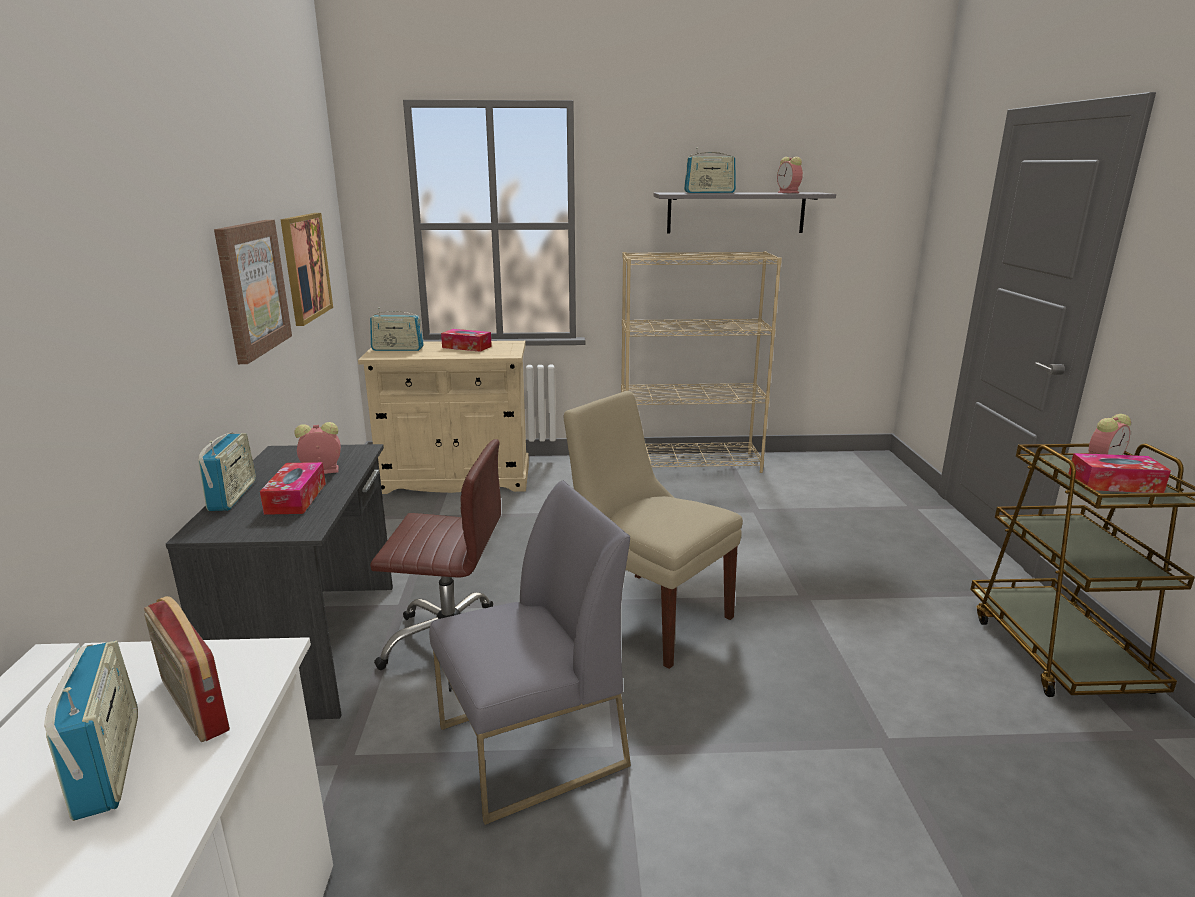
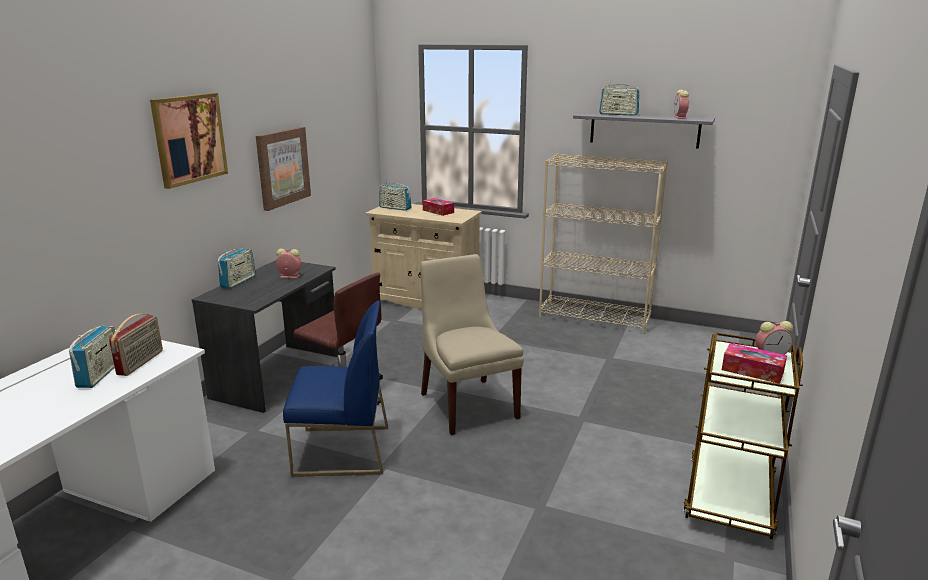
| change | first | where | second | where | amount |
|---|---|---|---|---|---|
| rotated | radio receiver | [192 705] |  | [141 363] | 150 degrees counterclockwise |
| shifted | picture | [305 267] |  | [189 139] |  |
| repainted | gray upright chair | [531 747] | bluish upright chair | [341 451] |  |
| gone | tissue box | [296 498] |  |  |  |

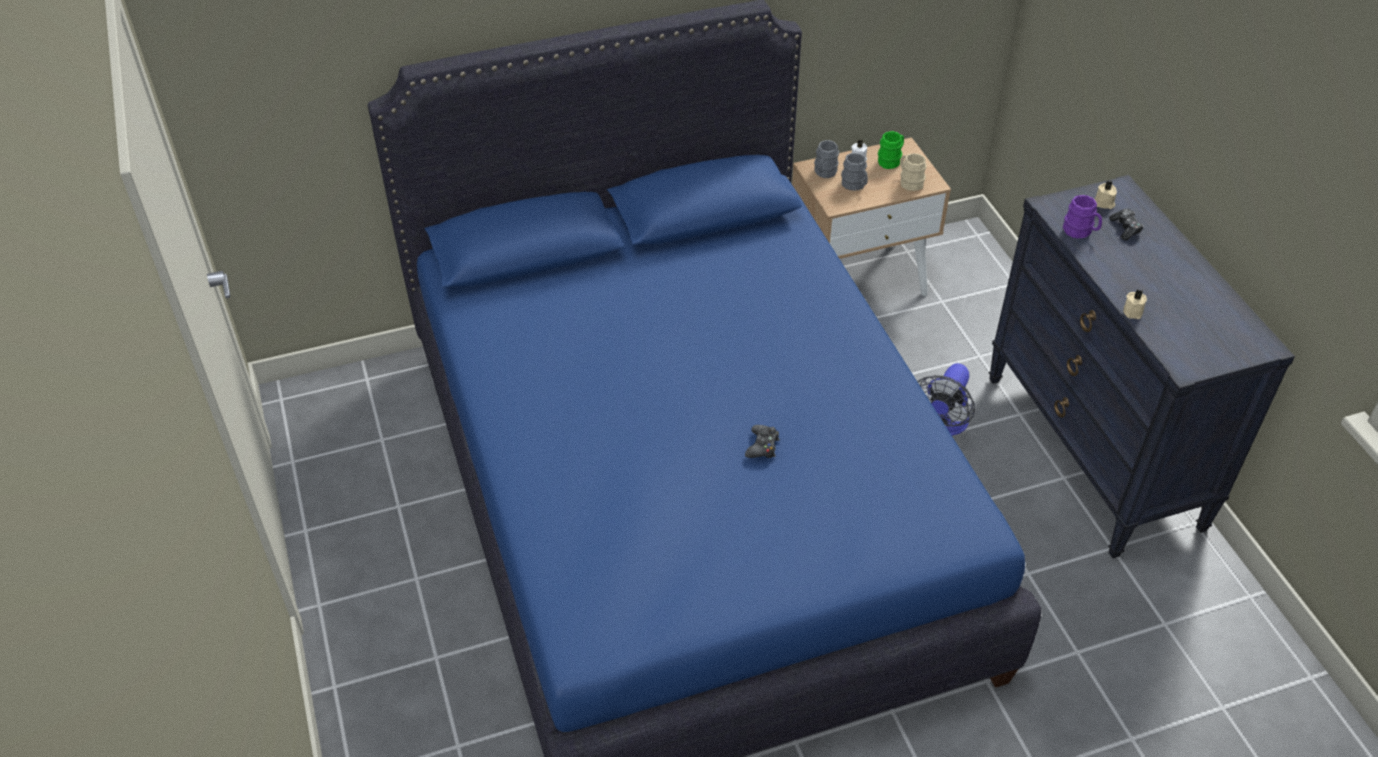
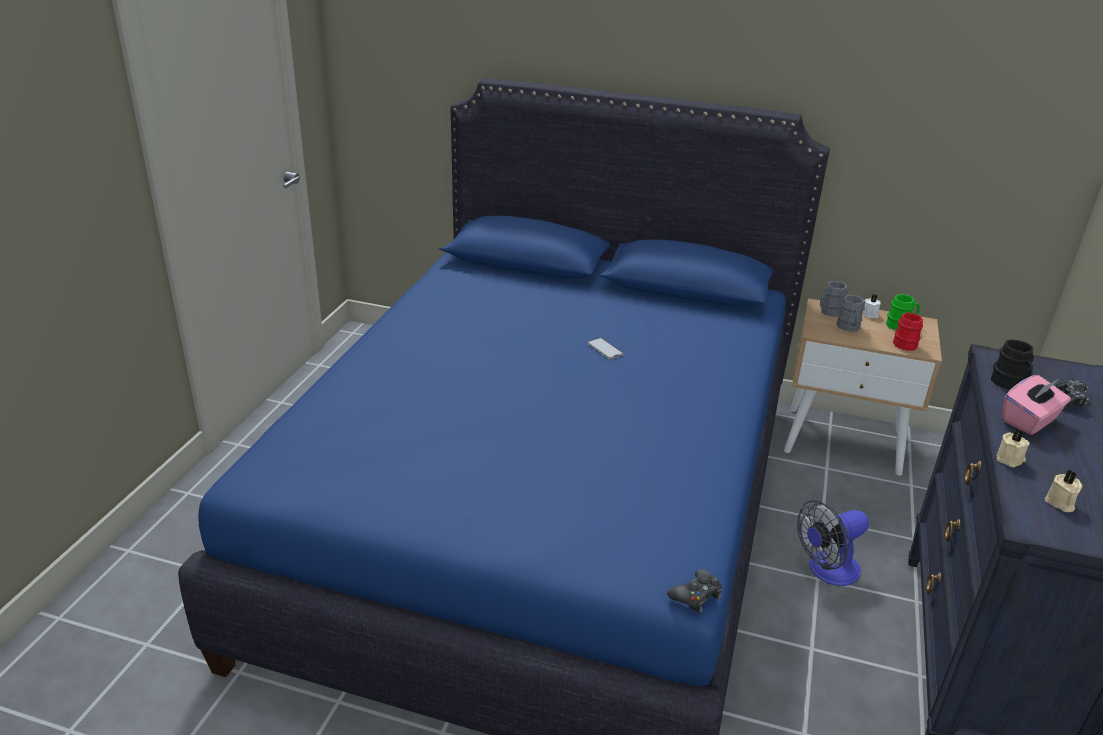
| change | first | where | second | where | amount |
|---|---|---|---|---|---|
| new |  |  | phone | [605 348] |  |
| shifted | blackish game controller | [762 446] |  | [696 596] |  |
| repainted | sand-coloured tea mug | [909 182] | red-coloured tea mug | [904 343] |  |
| repainted | purple tea mug | [1080 232] | blackish tea mug | [1009 384] |  |
| new |  |  | pink tissue box | [1029 421] |  |
| shifted | sand-coloured wax candle | [1104 203] |  | [1060 503] |  |

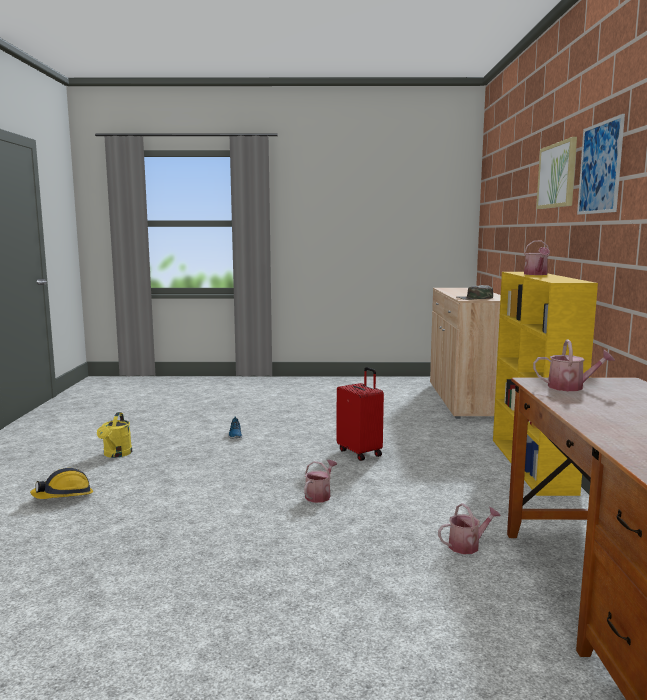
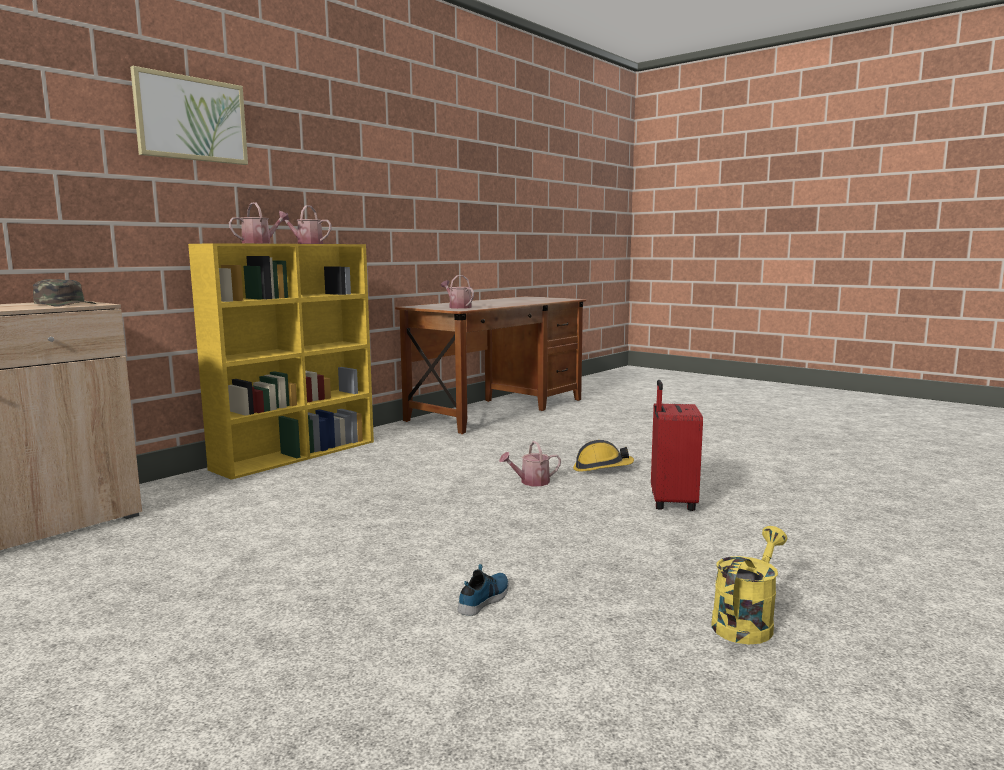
| change | first | where | second | where | amount |
|---|---|---|---|---|---|
| shifted | watering can | [467 545] |  | [306 243] |  |
| shifted | safety helmet | [64 496] |  | [601 468] |  |
| shifted | red-coloured suitcase | [360 452] |  | [671 502] |  |
| gone | picture | [600 168] |  |  |  |

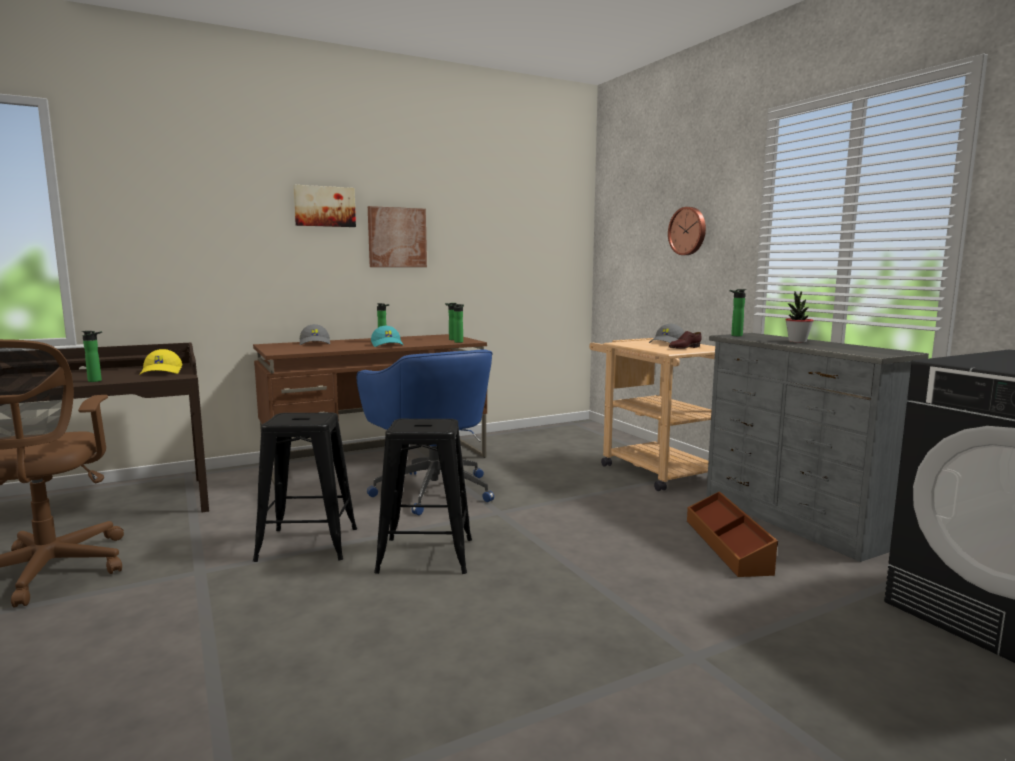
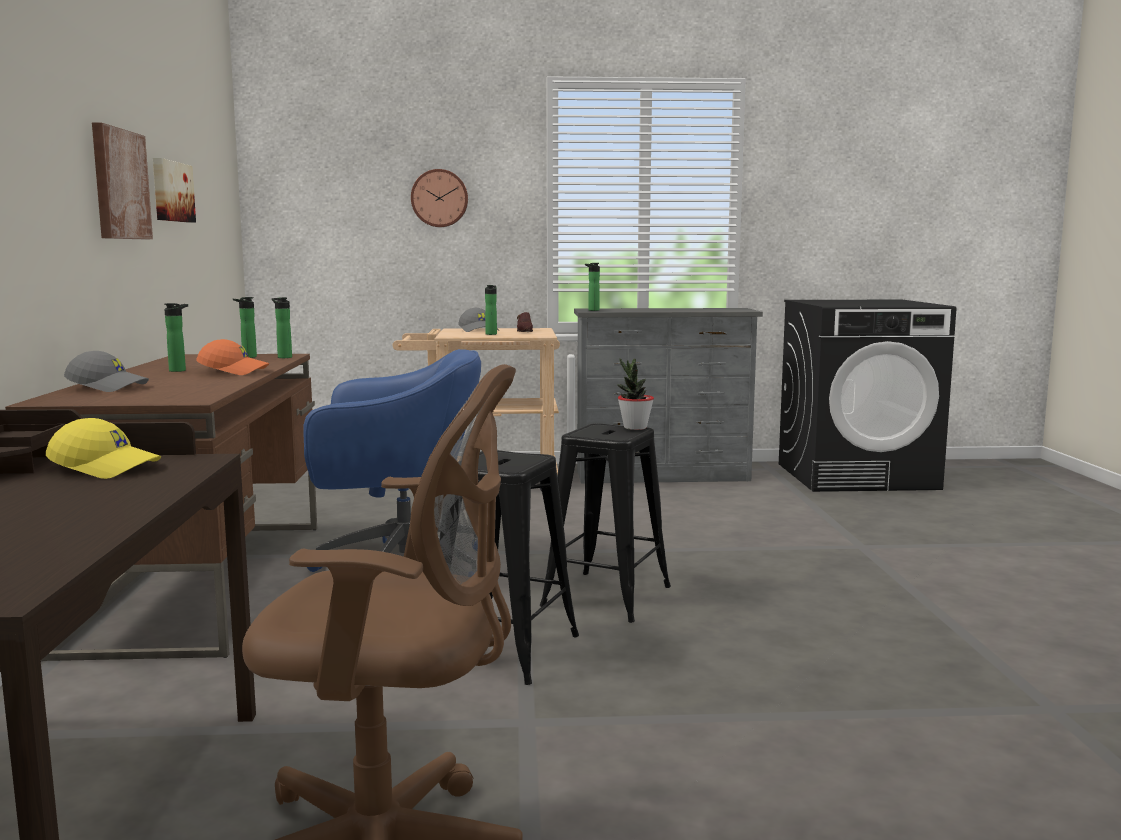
| change | first | where | second | where | amount |
|---|---|---|---|---|---|
| shifted | picture | [324 206] |  | [171 191] |  |
| repainted | turquoise-coloured baseball cap | [387 344] | orange-coloured baseball cap | [234 371] |  |
| shifted | bottle | [97 381] |  | [491 334] |  |
| shifted | houseplant | [797 341] |  | [635 428] |  |
| gone | brownish storage container | [728 545] |  |  |  |

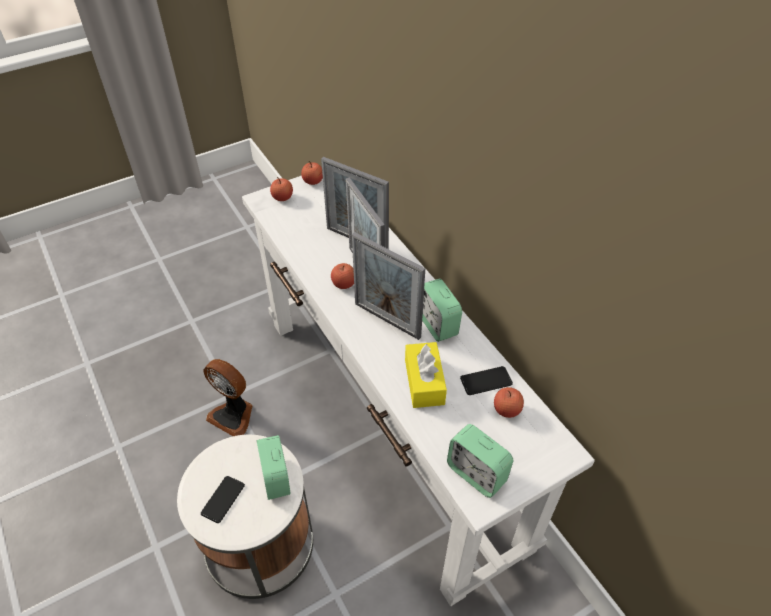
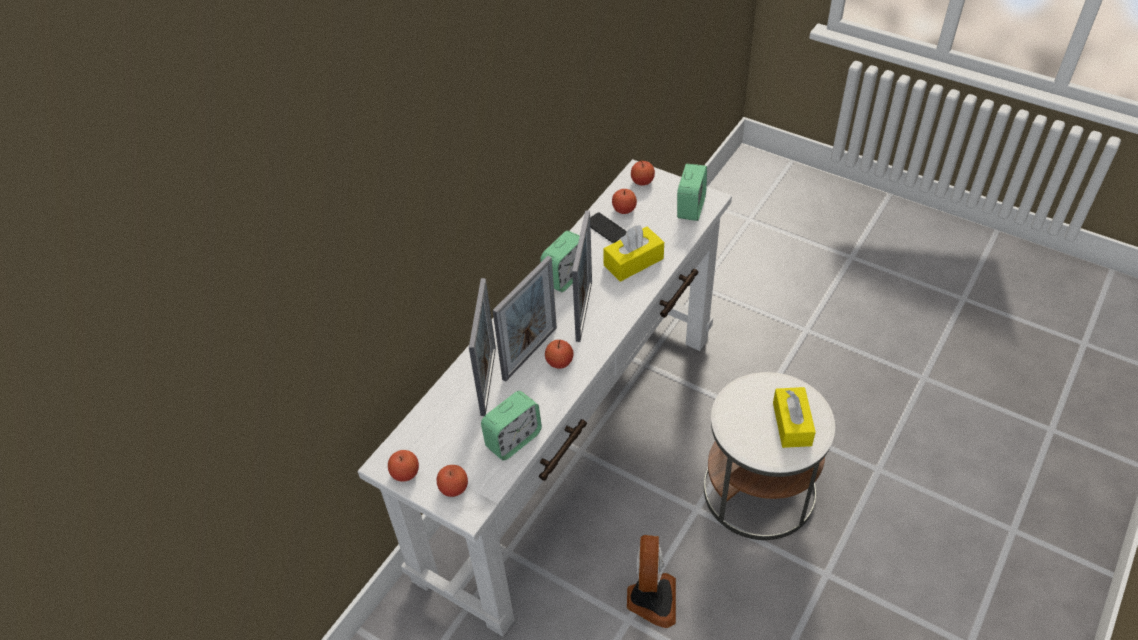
| change | first | where | second | where | amount |
|---|---|---|---|---|---|
| shifted | bedside clock | [276 478] |  | [513 440] |  |
| new |  |  | apple fruit | [642 181] |  |
| swapped | phone | [223 499] | yellow tissue box | [792 424] |  |

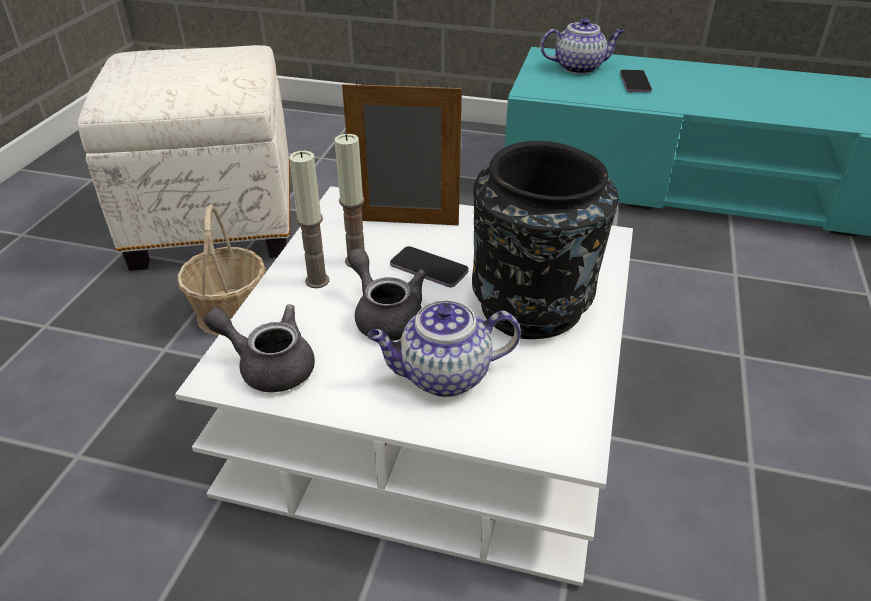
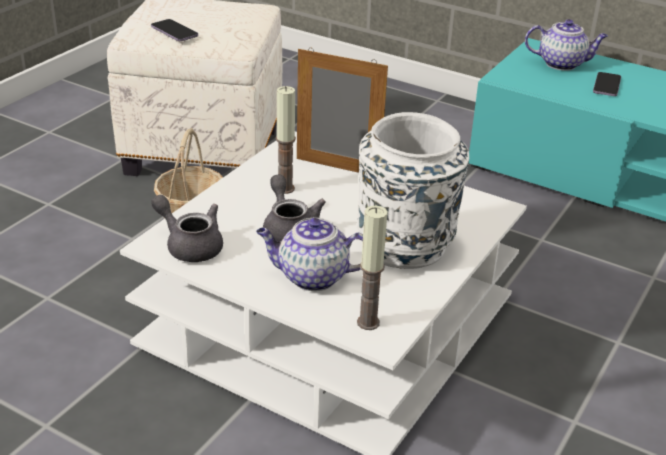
| change | first | where | second | where | amount |
|---|---|---|---|---|---|
| shifted | phone | [429 269] |  | [174 32] |  |
| repainted | blackish decorative vase | [532 309] | whitish decorative vase | [405 247] |  |
| shifted | wax candle | [317 281] |  | [368 322] |  |

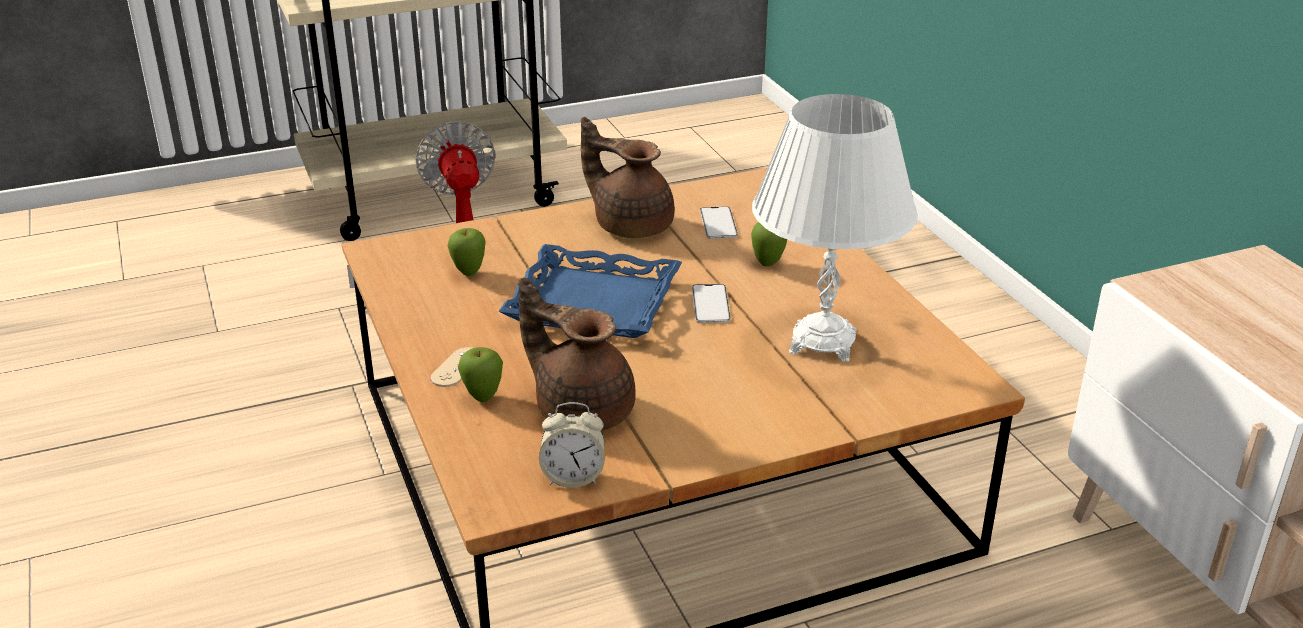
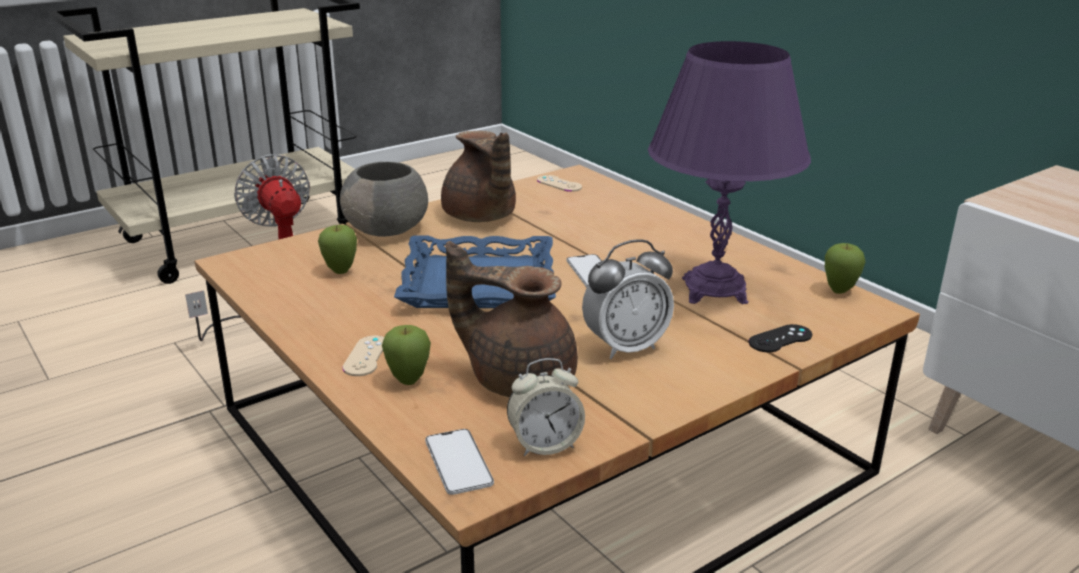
| change | first | where | second | where | amount |
|---|---|---|---|---|---|
| new |  |  | gray serving bowl | [388 229] |  |
| shifted | phone | [718 223] |  | [458 462] |  |
| rotated | brownish tea pot | [631 225] |  | [480 217] | 135 degrees counterclockwise |
| new |  |  | sand-coloured game controller | [559 184] |  |
| new |  |  | bedside clock | [625 347] |  |
| repainted | whitish lamp for a table | [823 342] | purple lamp for a table | [714 290] |  |
| new |  |  | blackish game controller | [780 339] |  |
| shifted | apple fruit | [767 264] |  | [839 291] |  |

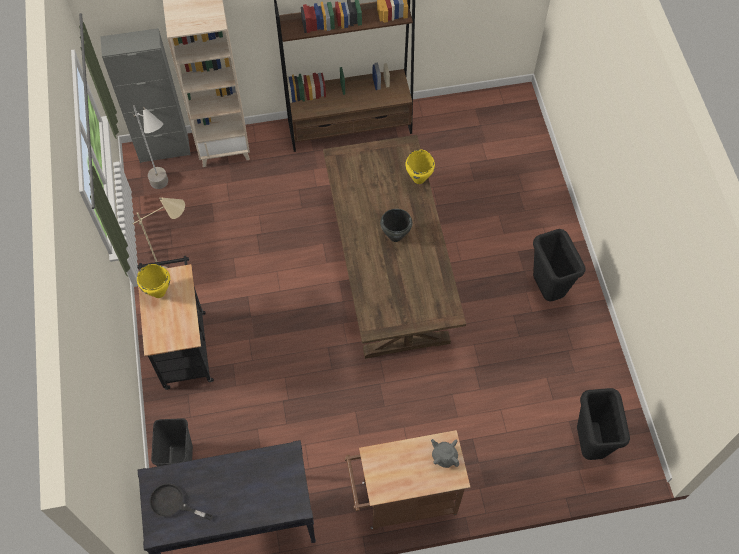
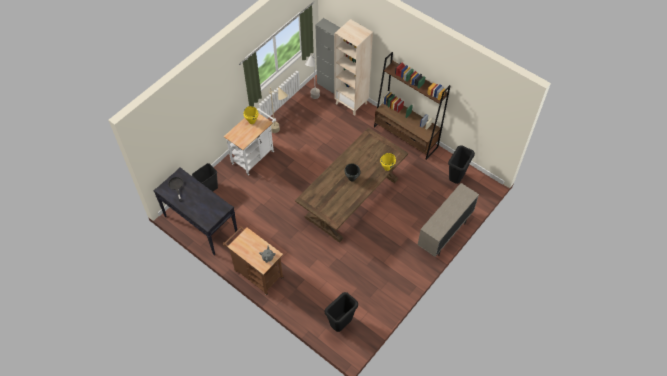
| change | first | where | second | where | amount |
|---|---|---|---|---|---|
| repainted | blackish trolley | [184 345] | whitish trolley | [254 155] |  |
| new |  |  | sand-coloured storage cabinet | [444 234] |  |
| shifted | blackish trash can | [548 290] |  | [456 179] |  |

